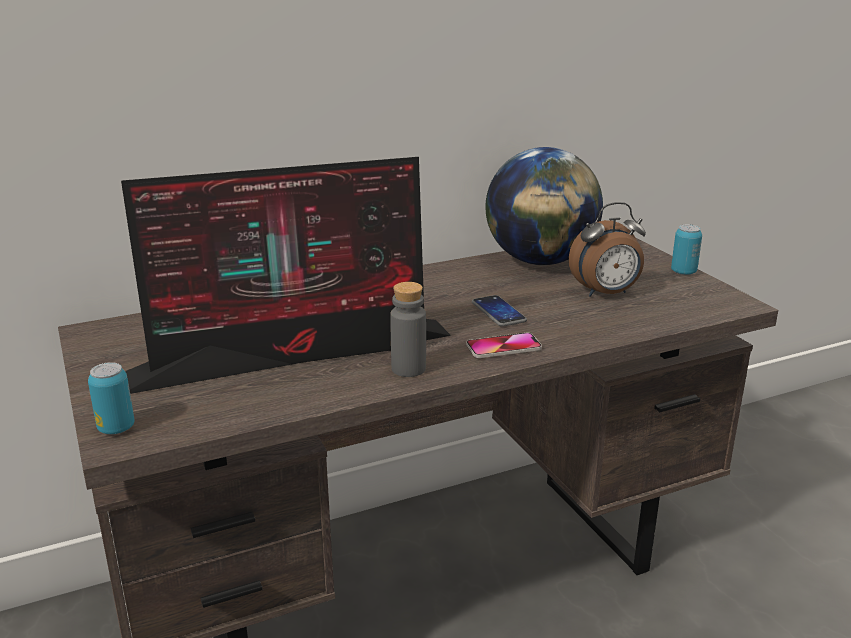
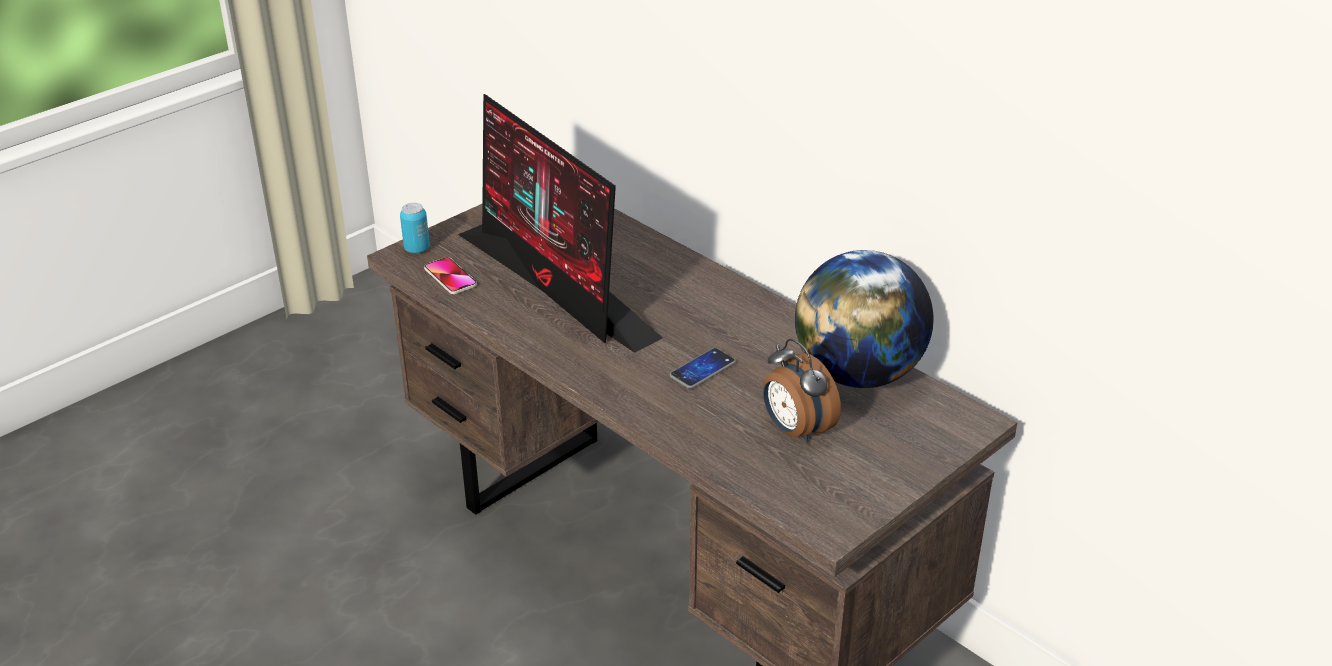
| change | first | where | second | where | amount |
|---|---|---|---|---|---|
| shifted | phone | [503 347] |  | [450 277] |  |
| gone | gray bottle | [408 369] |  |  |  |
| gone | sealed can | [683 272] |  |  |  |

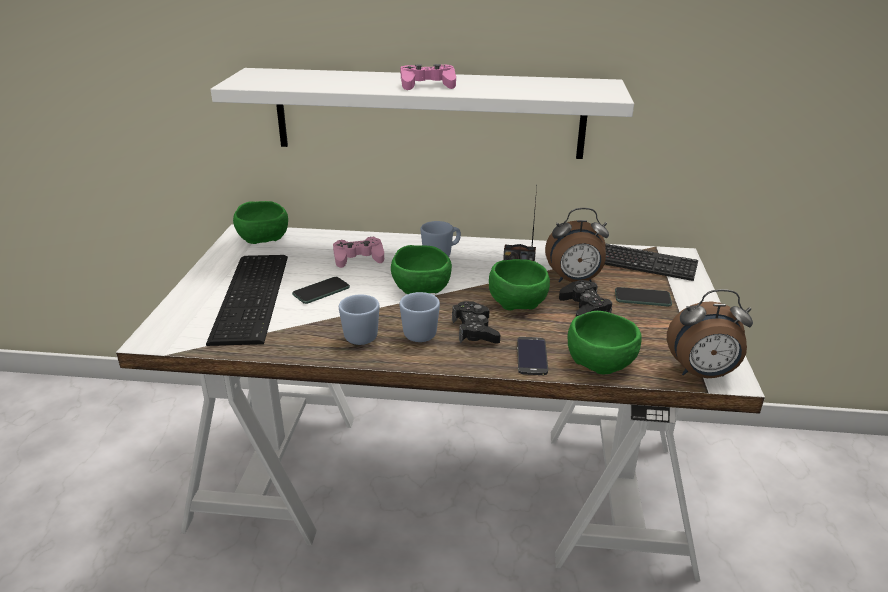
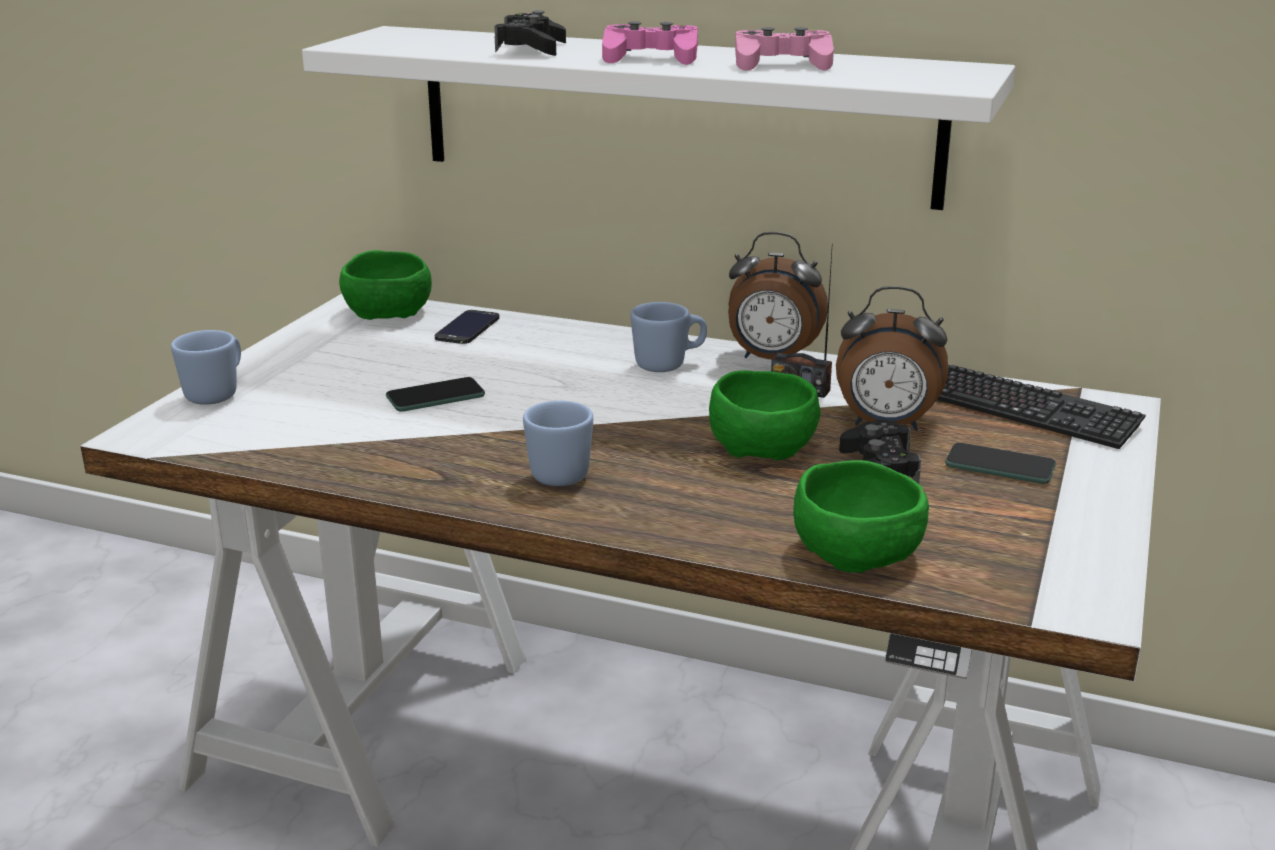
| change | first | where | second | where | amount |
|---|---|---|---|---|---|
| shifted | bluish tea mug | [362 334] |  | [217 393] |  |
| shifted | phone | [531 356] |  | [467 328] |  |
| shifted | blackish game controller | [475 330] |  | [531 48] |  |
| shifted | bedside clock | [702 374] |  | [772 359] |  |
| shifted | pink game controller | [358 258] |  | [782 64] |  |
| gone | PC keyboard | [254 296] |  |  |  |
| gone | green serving bowl | [422 287] |  |  |  |

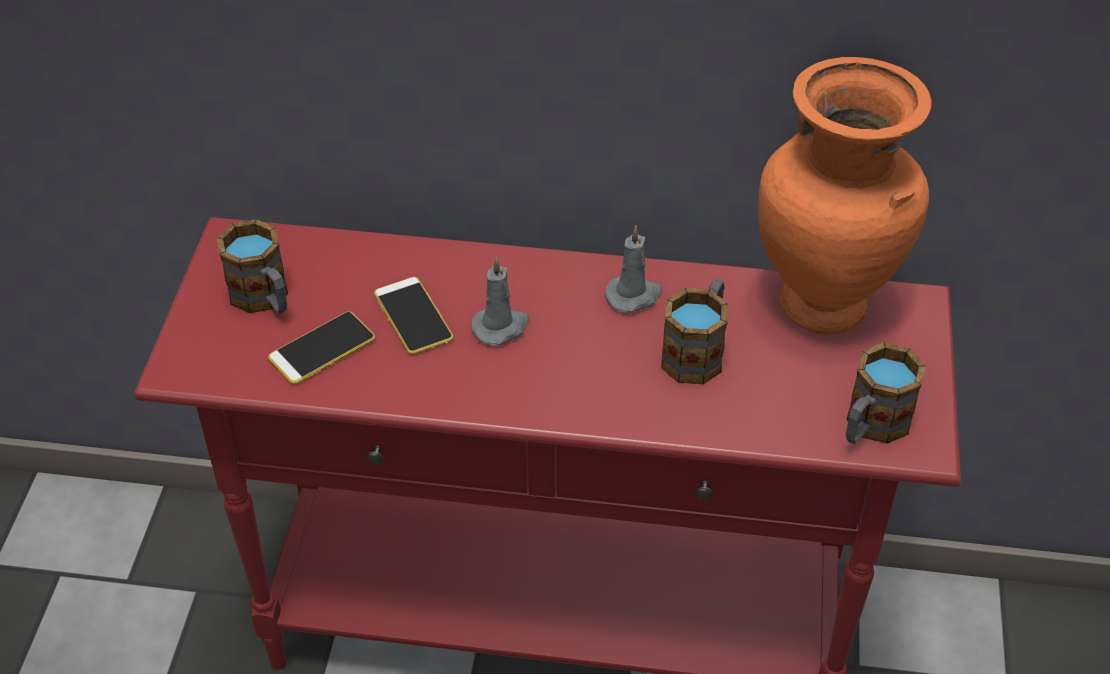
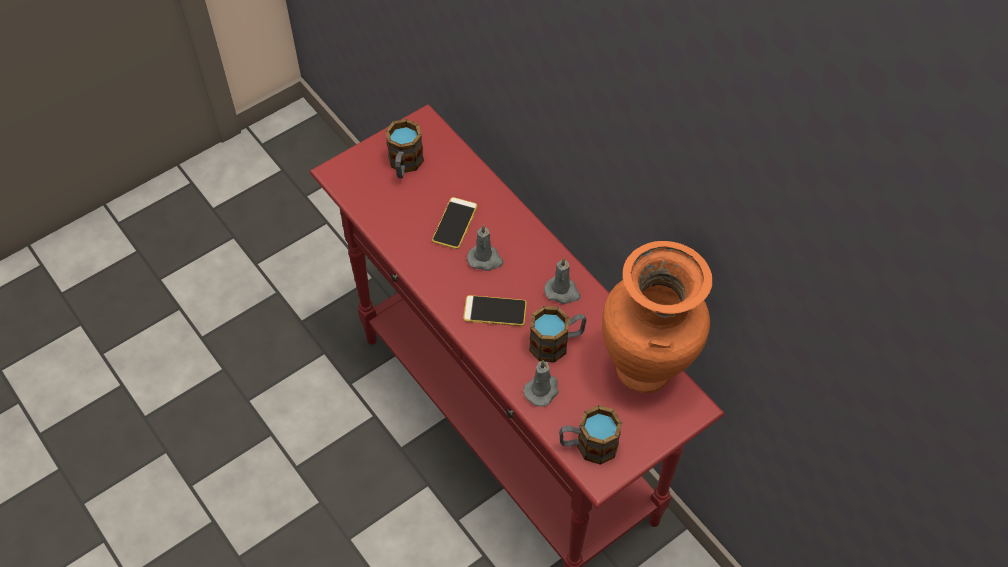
| change | first | where | second | where | amount |
|---|---|---|---|---|---|
| shifted | phone | [322 349] |  | [495 311] |  |
| new |  |  | gray wax candle | [542 390] |  |

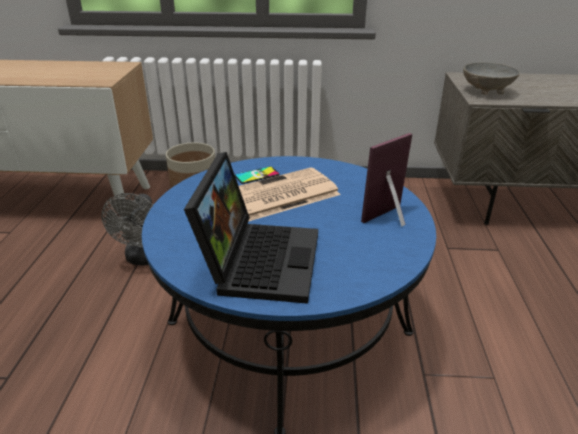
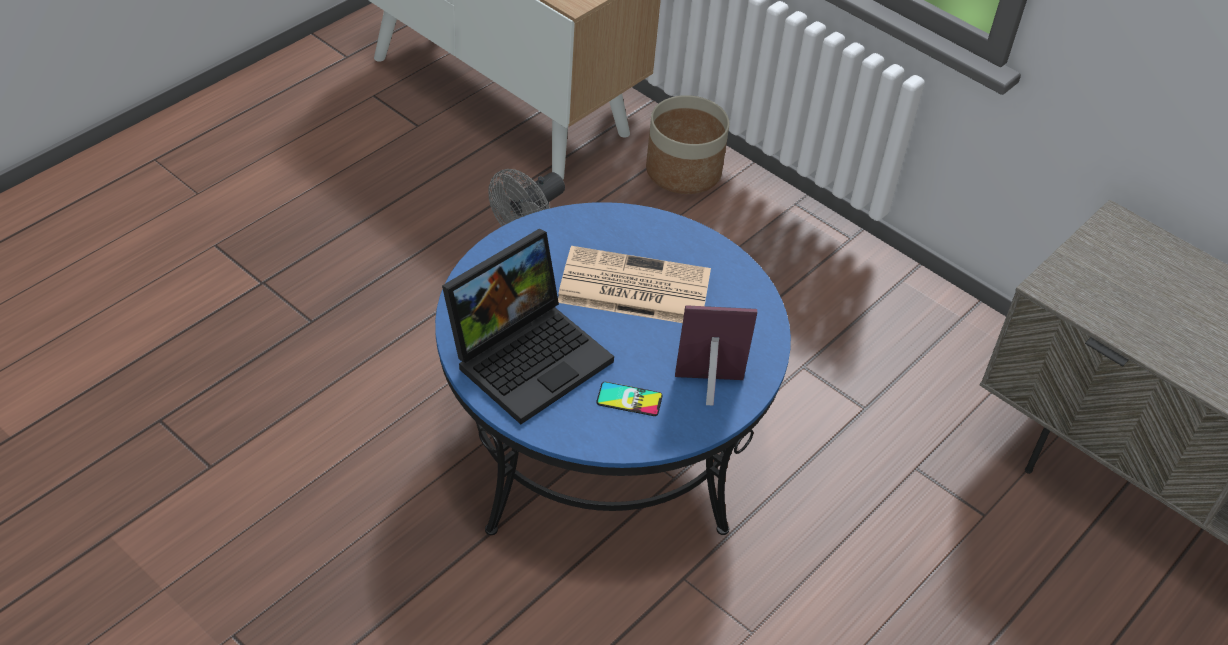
| change | first | where | second | where | amount |
|---|---|---|---|---|---|
| shifted | phone | [257 175] |  | [629 399] |  |
| gone | gray serving bowl | [485 91] |  |  |  |

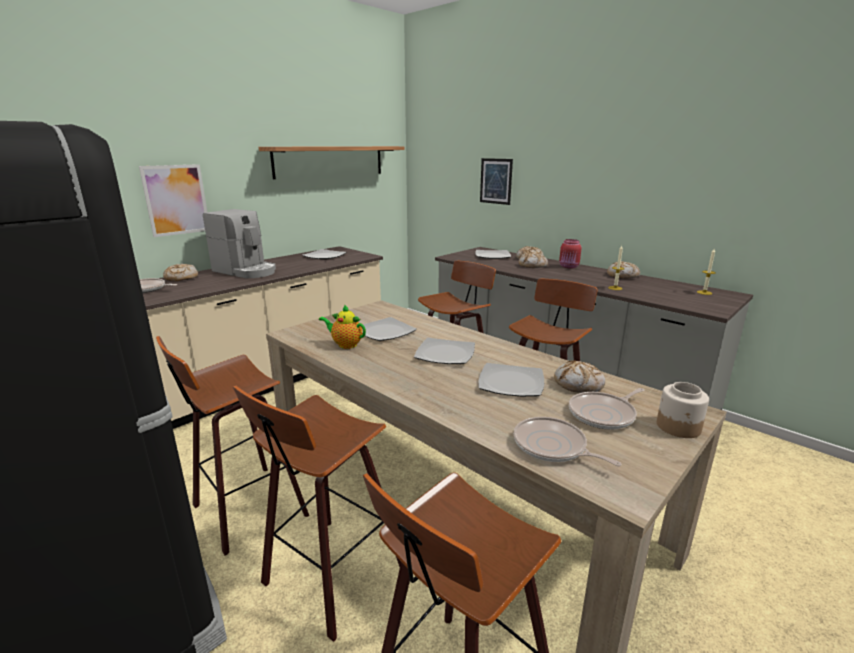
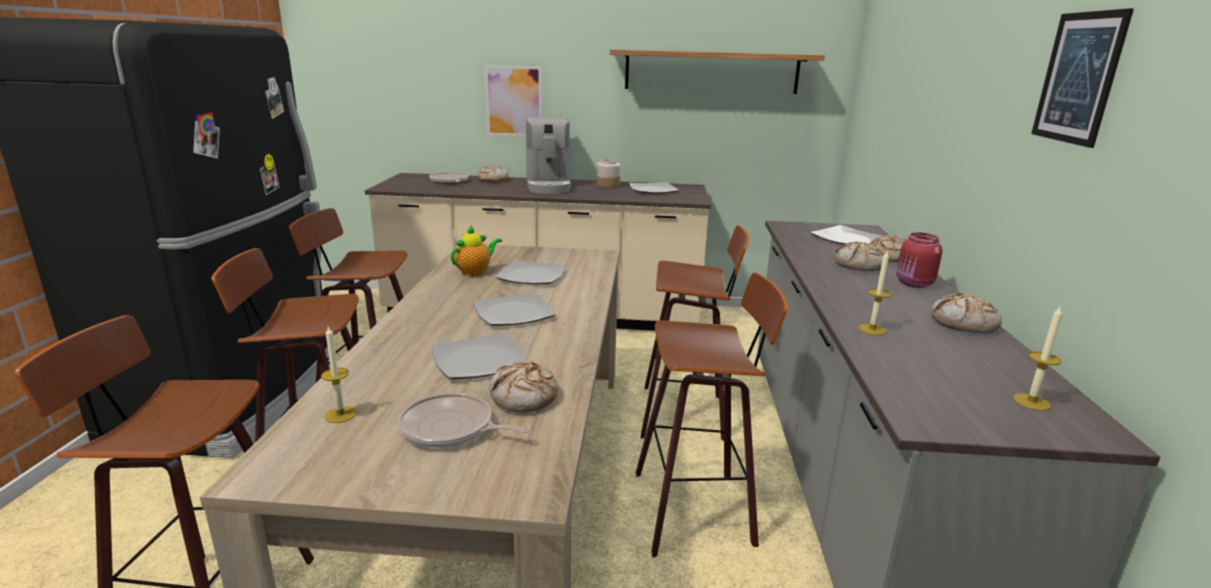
| change | first | where | second | where | amount |
|---|---|---|---|---|---|
| swapped | frying pan | [552 447] | wax candle | [340 415] |  |
| rotated | tea pot | [345 344] |  | [475 272] | 60 degrees clockwise |
| shifted | preserve jar | [678 427] |  | [608 185] |  |
| shifted | picture | [496 181] |  | [1078 78] |  |

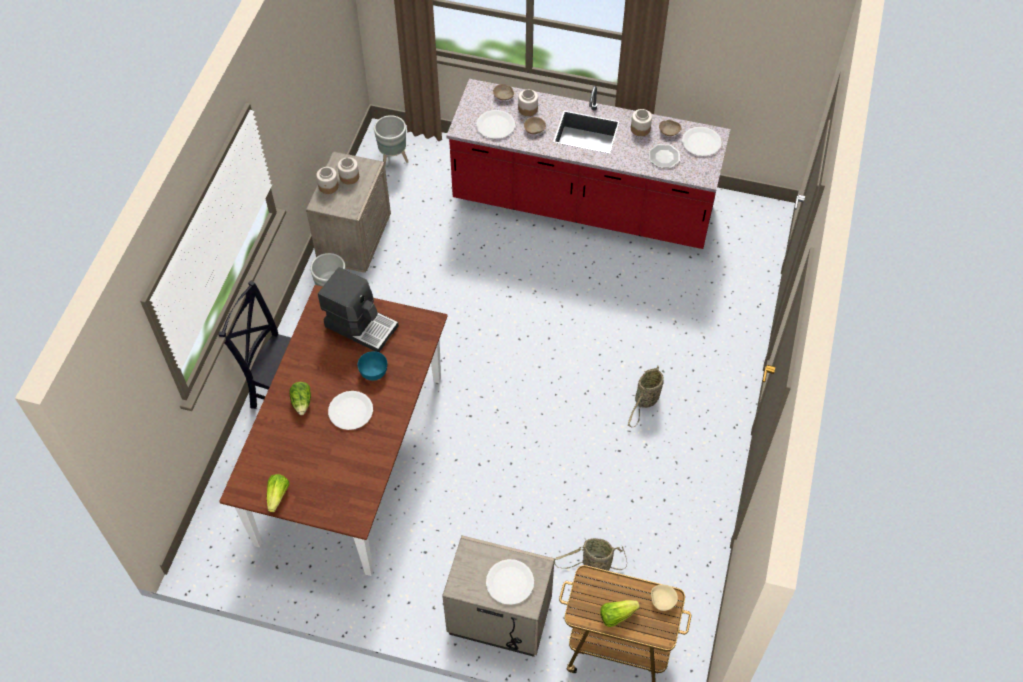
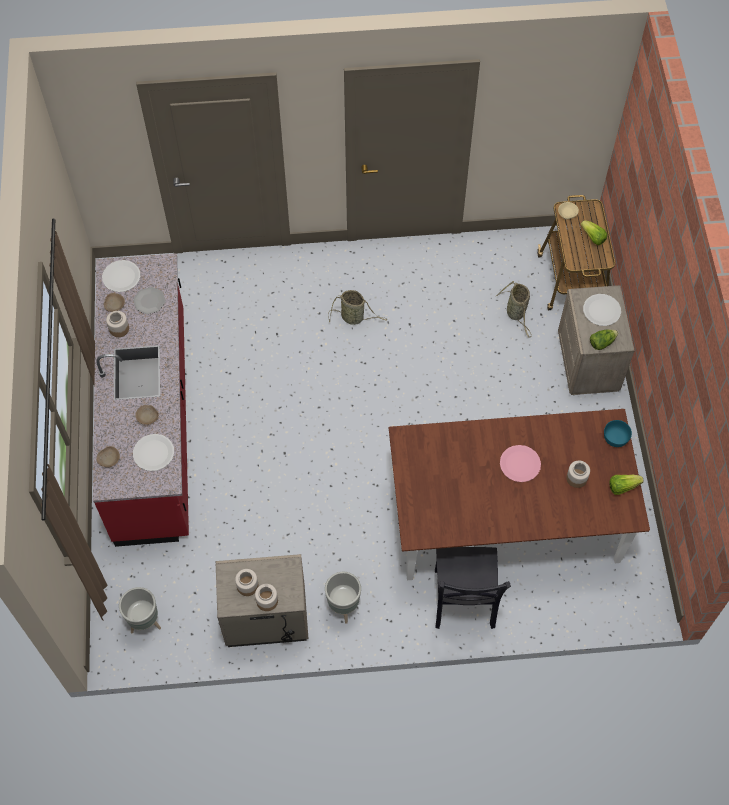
| change | first | where | second | where | amount |
|---|---|---|---|---|---|
| repainted | whitish dinner plate | [350 411] | pink dinner plate | [520 464] |  |
| shifted | preserve jar | [528 109] |  | [576 478] |  |
| shifted | lettuce head | [302 402] |  | [602 342] |  |
| shifted | turquoise-coloured serving bowl | [373 371] |  | [615 438] |  |
| gone | coffee brewer | [361 325] |  |  |  |

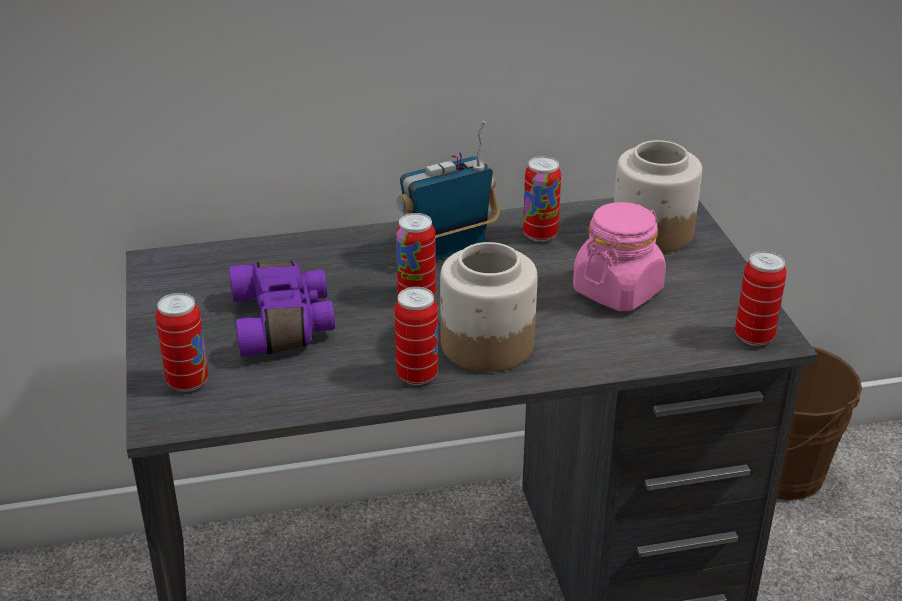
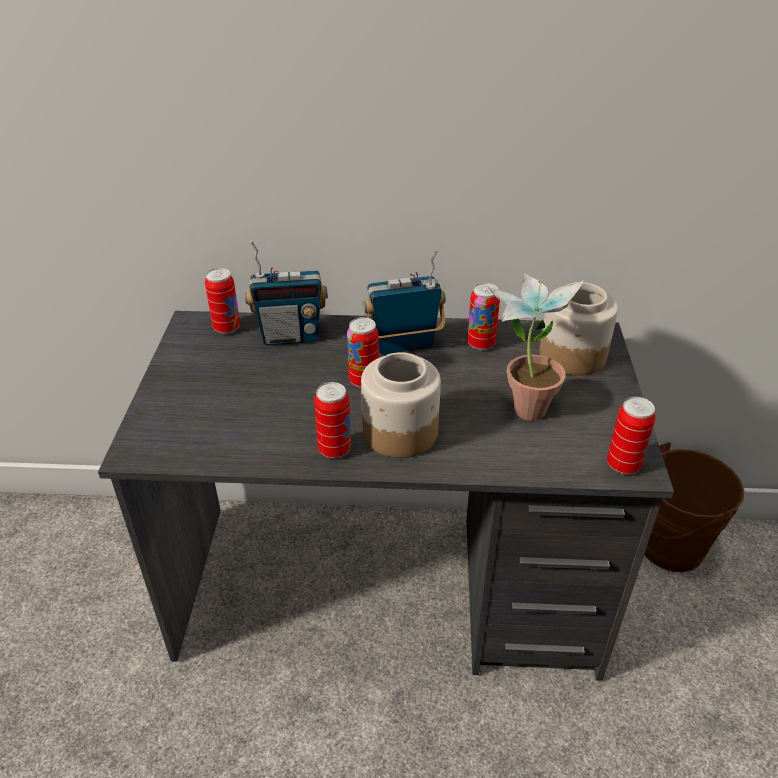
| change | first | where | second | where | amount |
|---|---|---|---|---|---|
| shifted | sealed can | [187 382] |  | [226 328] |  |
| new |  |  | radio receiver | [290 336] |  |
| swapped | pink preserve jar | [617 291] | houseplant | [523 403] |  |
| gone | purple field glasses | [285 323] |  |  |  |

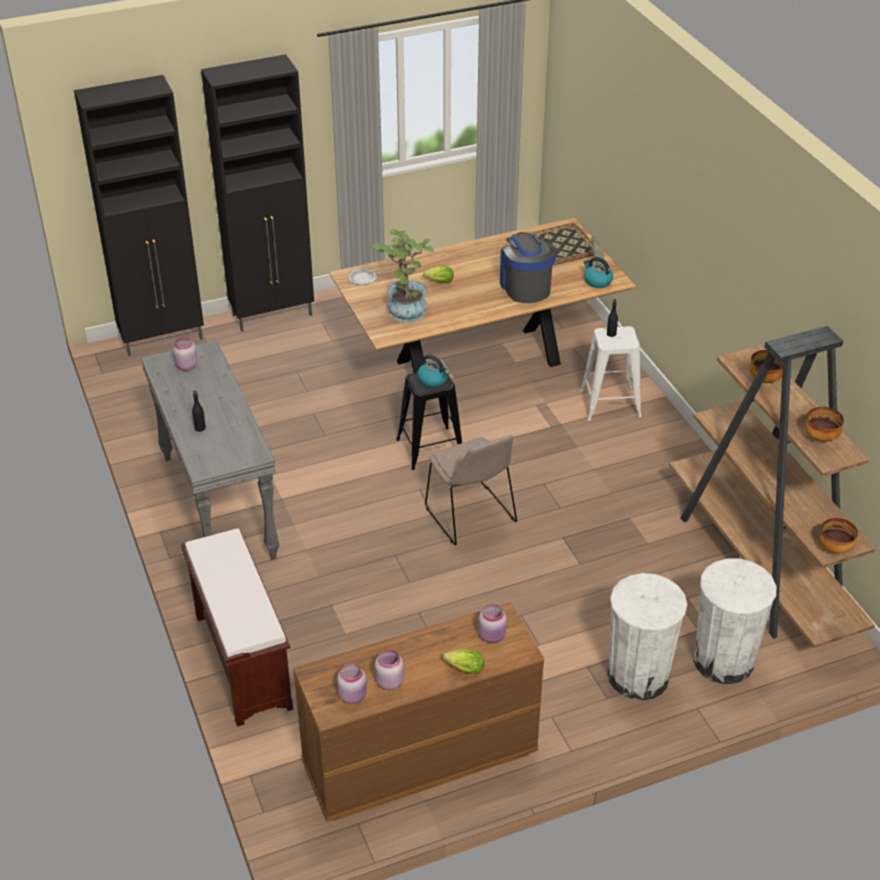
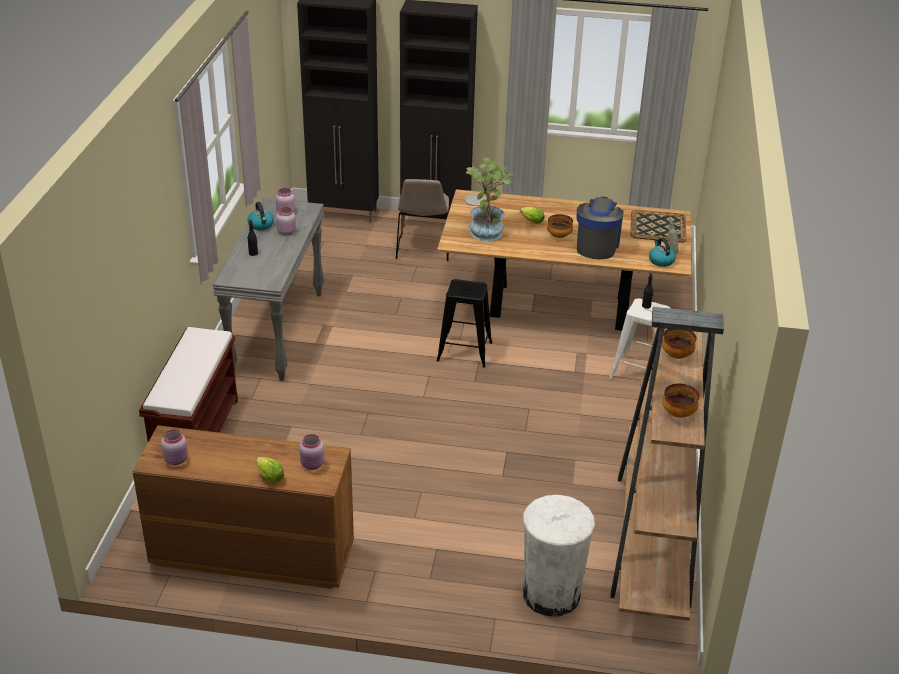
| change | first | where | second | where | amount |
|---|---|---|---|---|---|
| shifted | kettle | [433 380] |  | [261 225] |  |
| shifted | pink preserve jar | [389 681] |  | [286 232] |  |
| shifted | sand-coloured upright chair | [471 517] |  | [423 250] |  |
| shifted | serving bowl | [835 549] |  | [559 236] |  |
| gone | whitish trash can | [638 676] |  |  |  |

